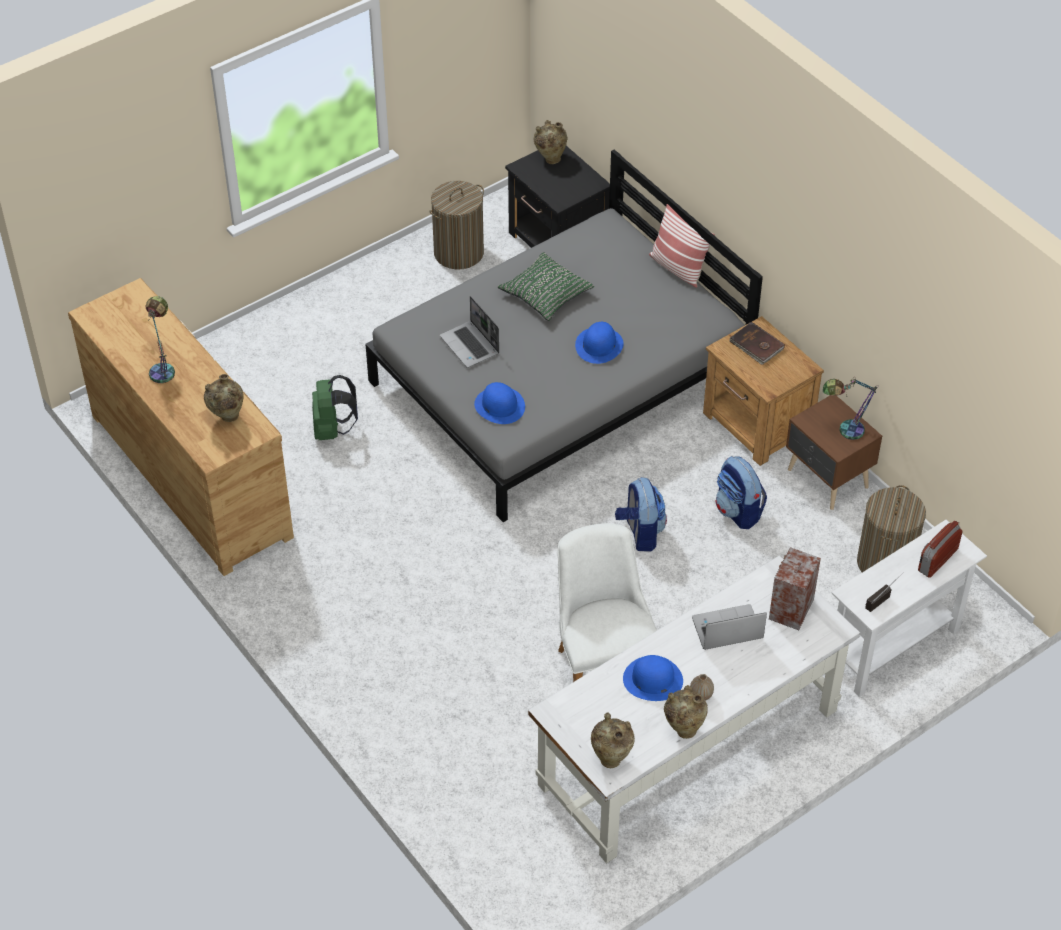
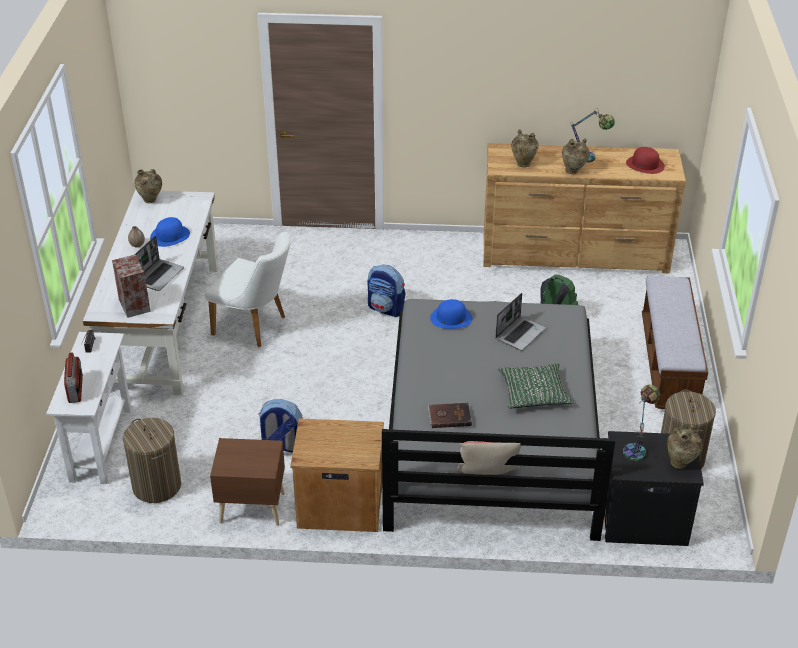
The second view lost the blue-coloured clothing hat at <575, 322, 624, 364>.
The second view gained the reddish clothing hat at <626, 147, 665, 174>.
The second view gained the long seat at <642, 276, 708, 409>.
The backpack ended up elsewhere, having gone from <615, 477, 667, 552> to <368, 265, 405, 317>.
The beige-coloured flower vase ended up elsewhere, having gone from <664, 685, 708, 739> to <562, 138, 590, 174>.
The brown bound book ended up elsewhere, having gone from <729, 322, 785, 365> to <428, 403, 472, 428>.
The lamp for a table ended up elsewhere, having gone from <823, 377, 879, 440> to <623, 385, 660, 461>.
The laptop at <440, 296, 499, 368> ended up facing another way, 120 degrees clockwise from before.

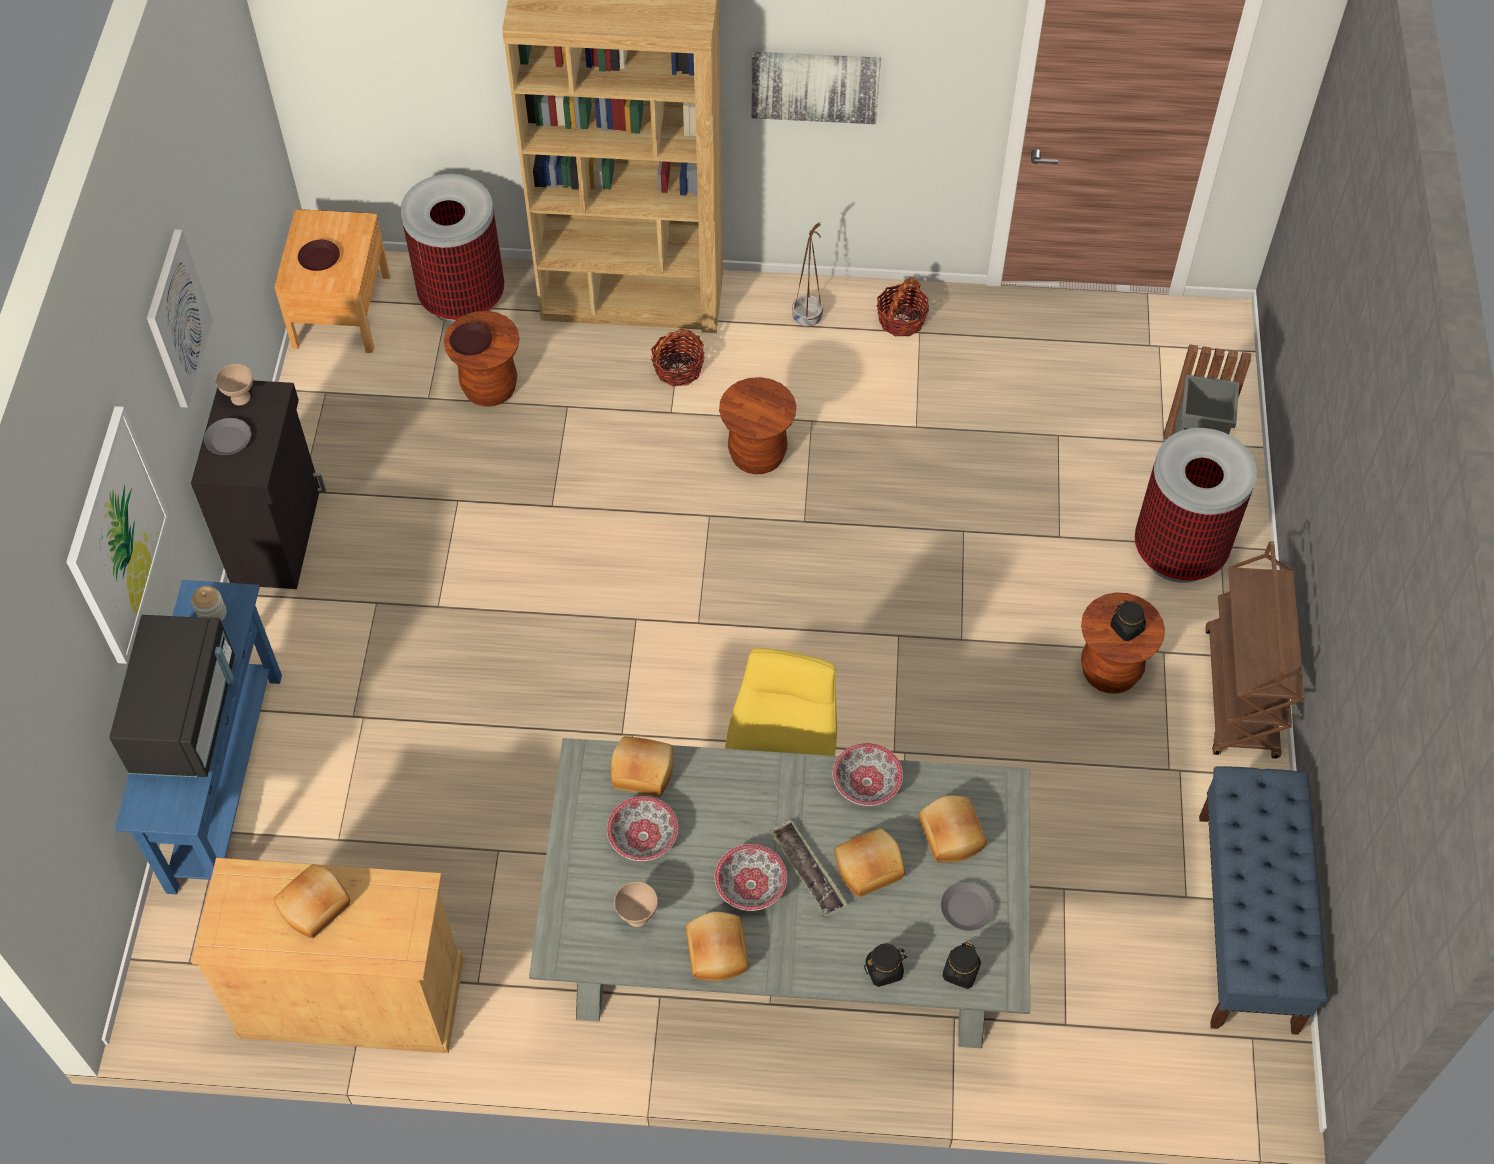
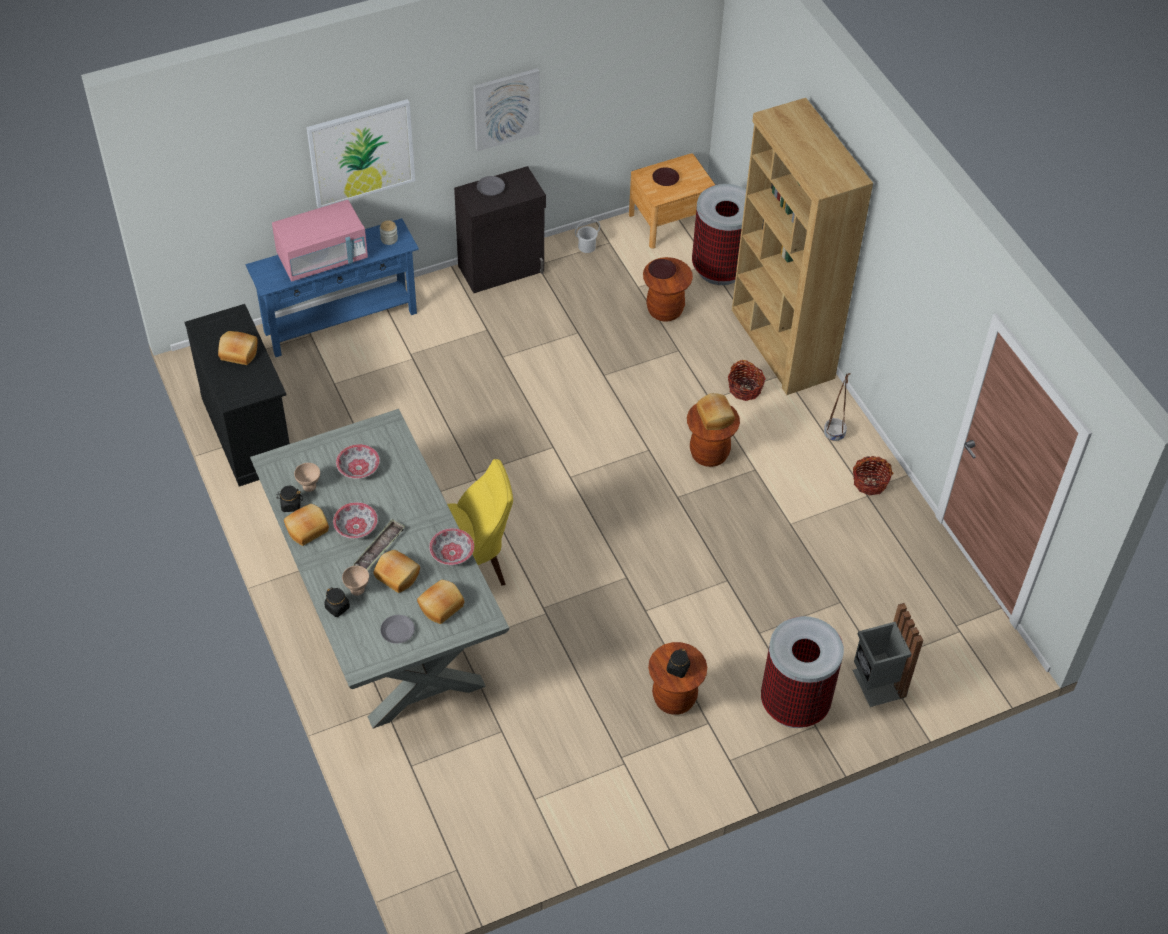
The second view lost the picture at <751, 51, 881, 124>.
The second view lost the blue-coloured long seat at <1199, 766, 1328, 1035>.
The second view lost the brown cart at <1205, 541, 1304, 759>.
The second view gained the white-coloured bucket at <575, 219, 600, 253>.
The beige-coloured bowl ended up elsewhere, having gone from <215, 364, 253, 406> to <342, 566, 369, 596>.
The bread ended up elsewhere, having gone from <611, 736, 673, 797> to <696, 393, 735, 430>.
The blackish storage jar ended up elsewhere, having gone from <942, 942, 981, 989> to <276, 485, 303, 512>.
What was the blackish kitchen microwave at <109, 615, 235, 777> turned into the pink kitchen microwave at <272, 200, 368, 281>.
What was the beige-coloured storage cabinet at <191, 858, 463, 1053> turned into the blackish storage cabinet at <185, 304, 290, 487>.

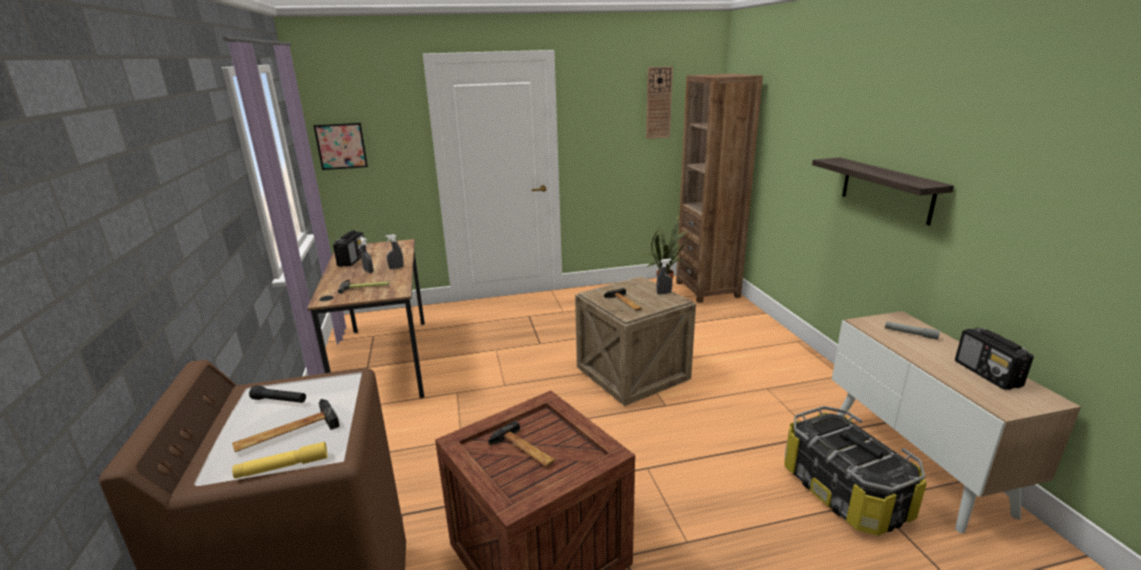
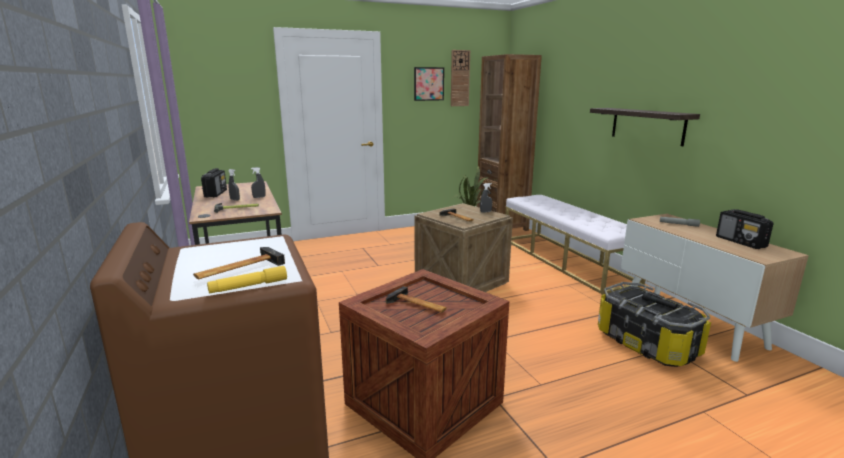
The second view lost the blackish flashlight at <249, 386, 306, 403>.
The second view gained the white-coloured long seat at <505, 195, 645, 295>.
The picture ended up elsewhere, having gone from <313, 123, 368, 170> to <414, 67, 444, 101>.

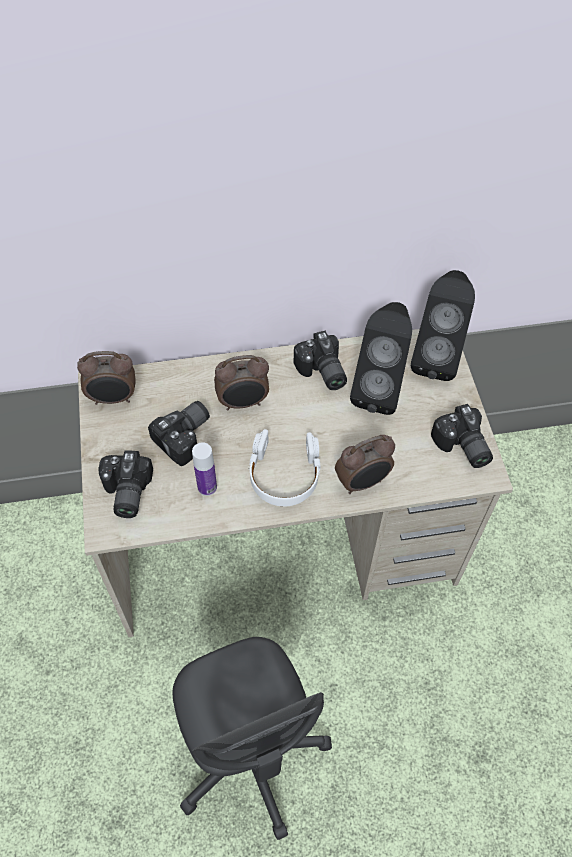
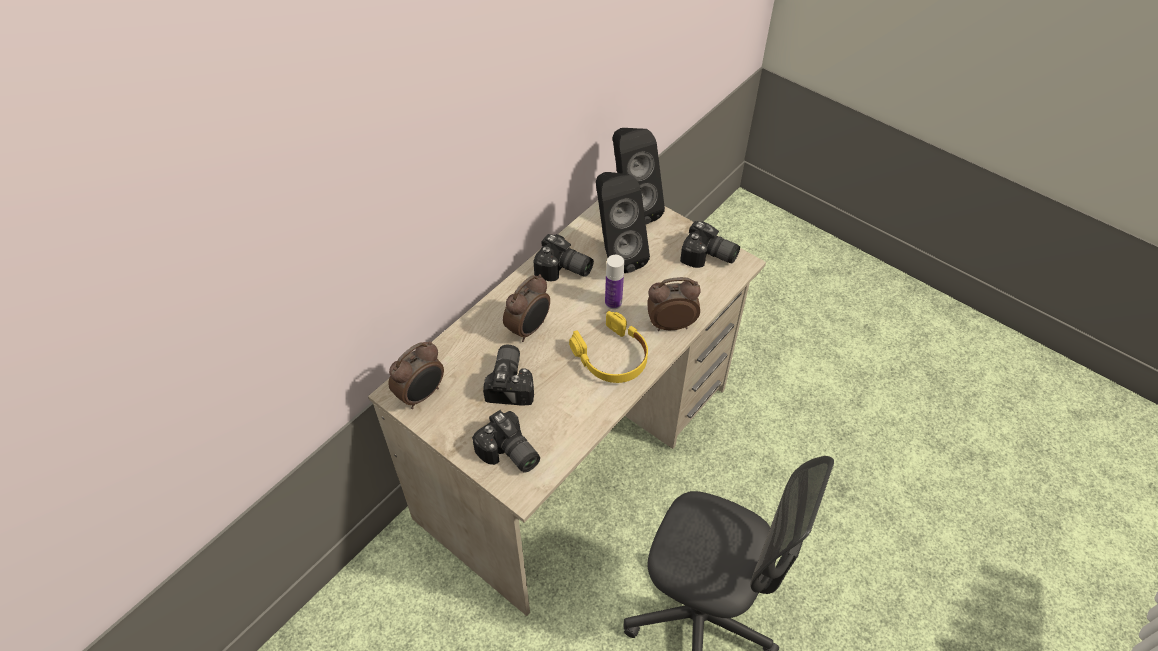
The bottle ended up elsewhere, having gone from <192, 442, 217, 496> to <605, 255, 624, 309>.
What was the white-coloured pair of headphones at <249, 429, 321, 507> turned into the yellow pair of headphones at <569, 311, 648, 383>.
The alarm clock at <335, 435, 395, 494> ended up facing another way, 120 degrees counterclockwise from before.

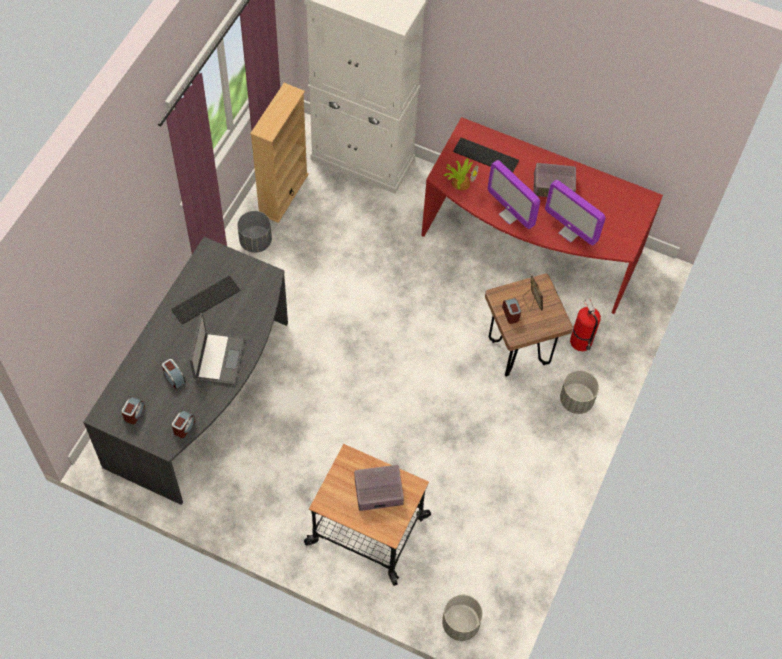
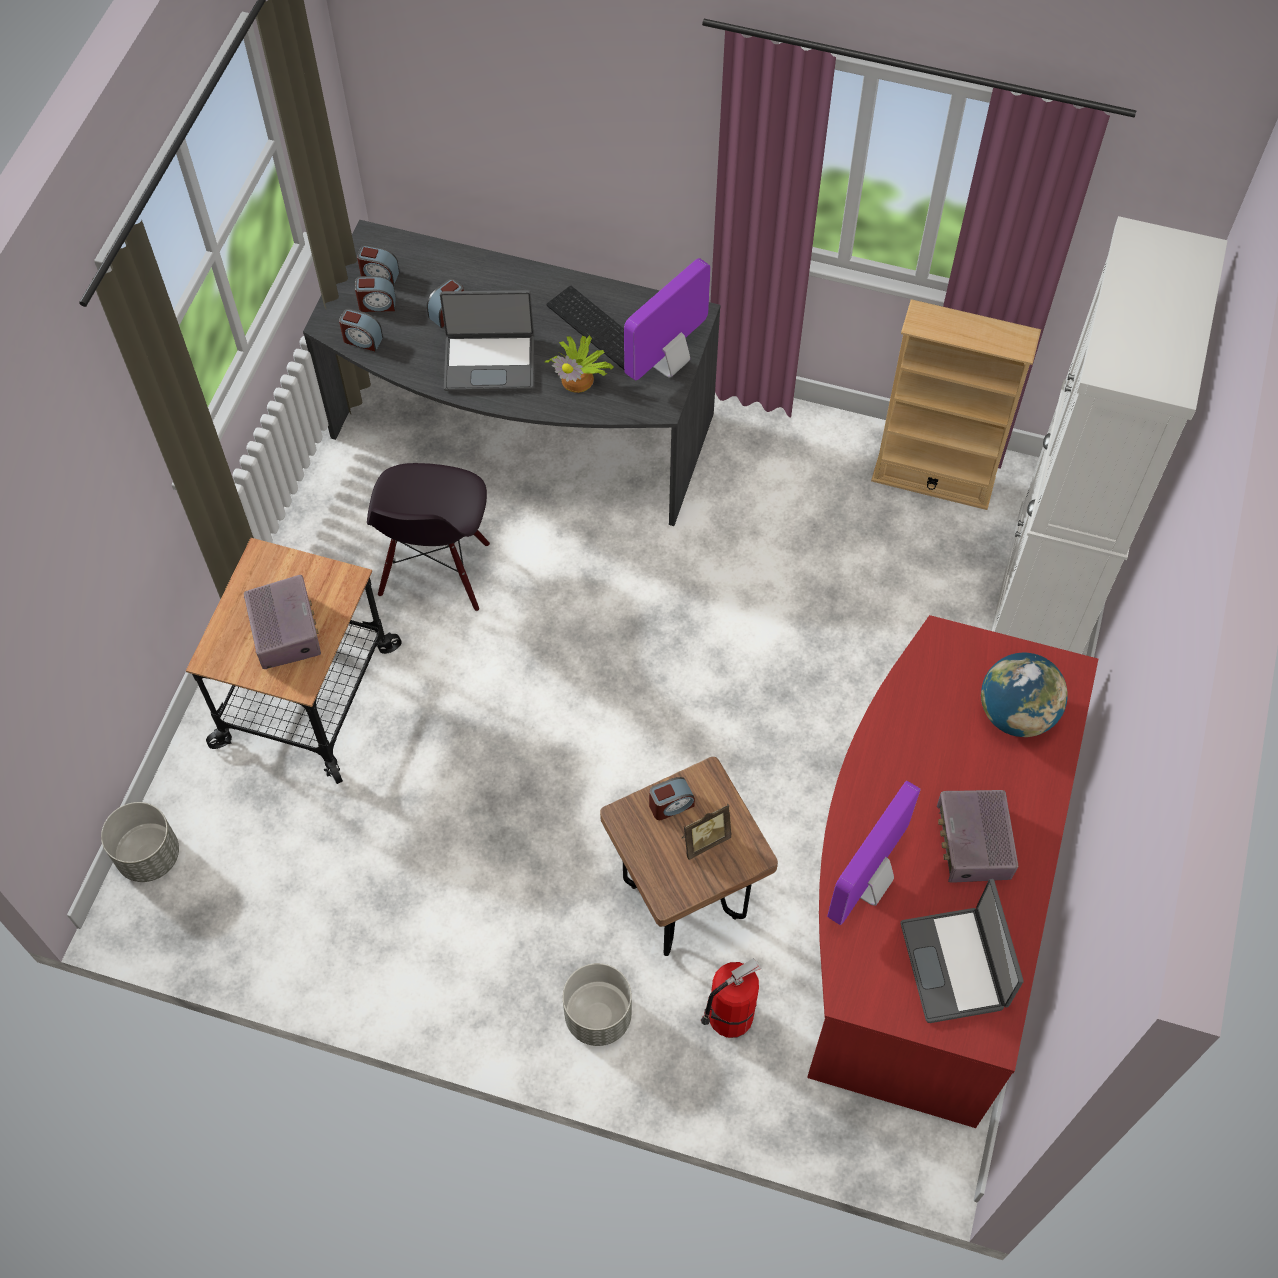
The second view lost the greyish planter at <237, 211, 272, 253>.
The second view gained the alarm clock at <355, 276, 396, 312>.
The second view gained the blackish upright chair at <367, 463, 490, 611>.
The second view gained the laptop at <900, 879, 1023, 1023>.
The plant in a pot ended up elsewhere, having gone from <444, 158, 479, 190> to <545, 335, 613, 393>.
The computer screen ended up elsewhere, having gone from <487, 160, 540, 229> to <624, 258, 711, 380>.
Where the PC keyboard stood at <453, 137, 519, 173>, the globe came to stand at <981, 653, 1068, 737>.

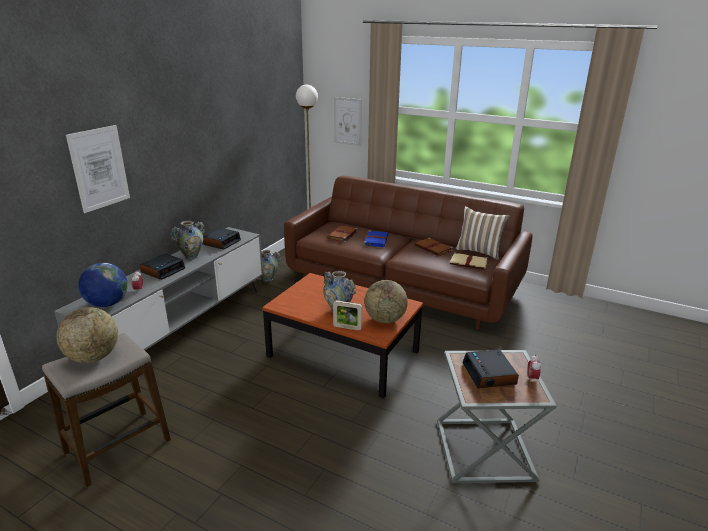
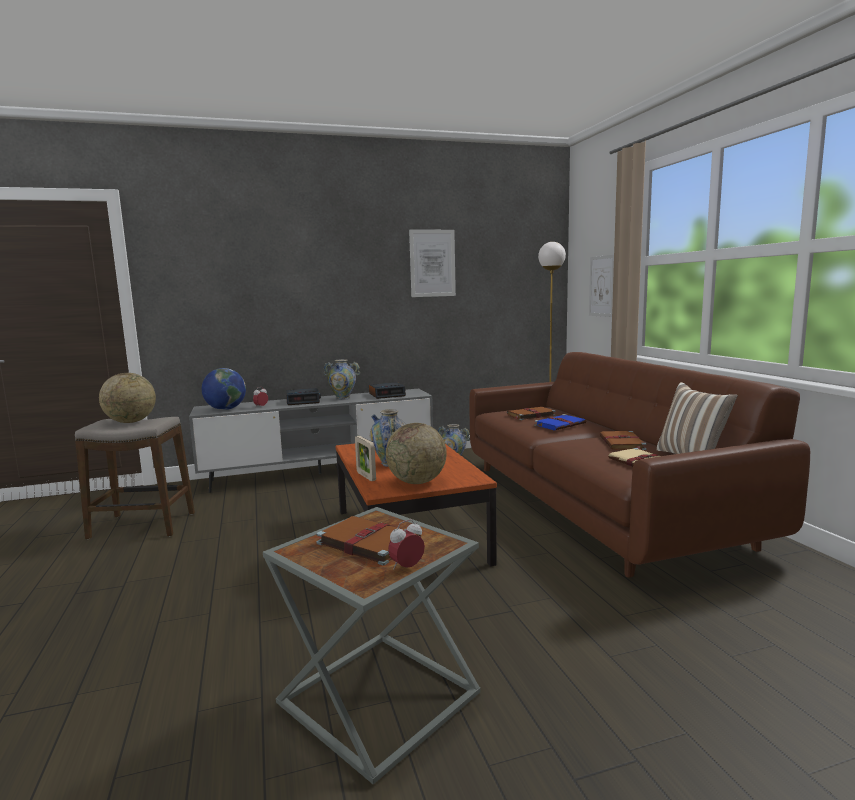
The picture ended up elsewhere, having gone from <66, 125, 130, 213> to <409, 230, 456, 297>.
Where the alarm clock stood at <462, 349, 519, 389>, the brown bound book came to stand at <316, 516, 421, 565>.

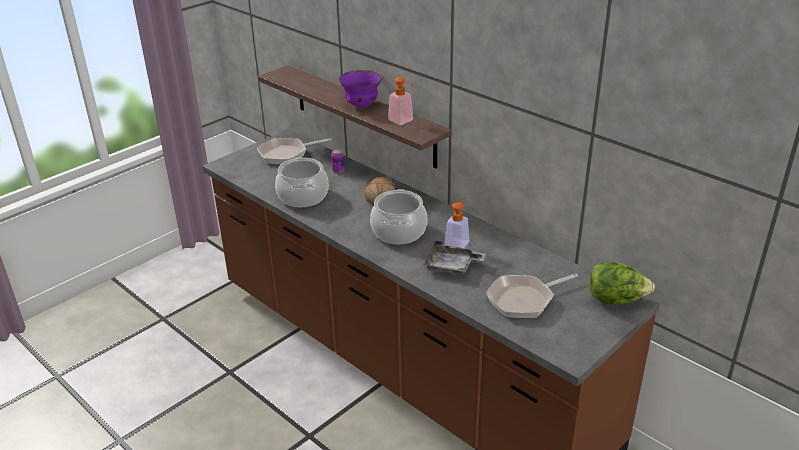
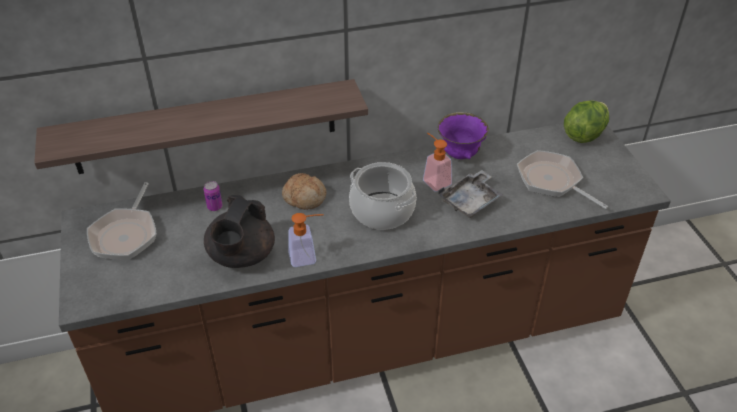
The purplish bowl ended up elsewhere, having gone from <339, 70, 384, 108> to <438, 112, 489, 159>.
The liquid soap bottle ended up elsewhere, having gone from <388, 77, 414, 125> to <288, 213, 324, 267>.
Where the cooking pot stood at <275, 158, 329, 207>, the blackish teapot came to stand at <204, 195, 275, 268>.
The pan at <486, 273, 578, 318> ended up facing another way, 135 degrees clockwise from before.

